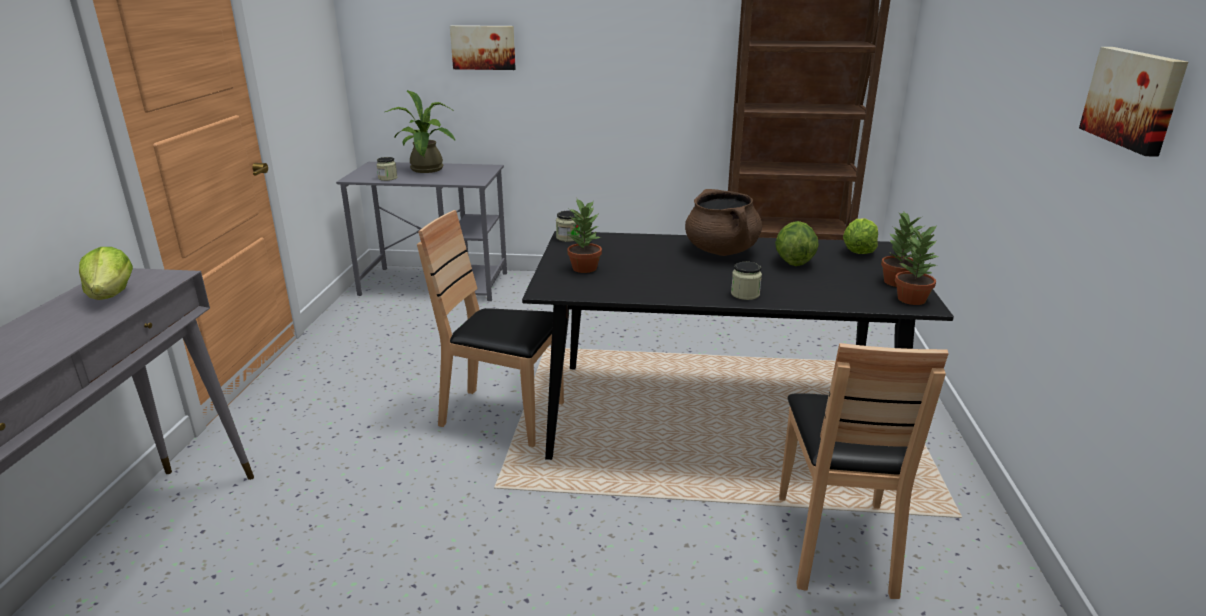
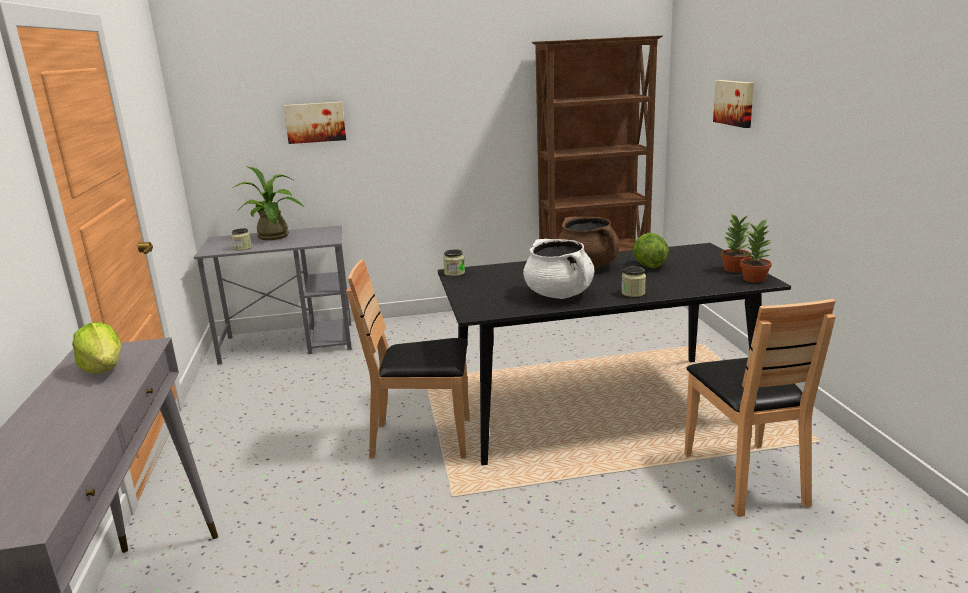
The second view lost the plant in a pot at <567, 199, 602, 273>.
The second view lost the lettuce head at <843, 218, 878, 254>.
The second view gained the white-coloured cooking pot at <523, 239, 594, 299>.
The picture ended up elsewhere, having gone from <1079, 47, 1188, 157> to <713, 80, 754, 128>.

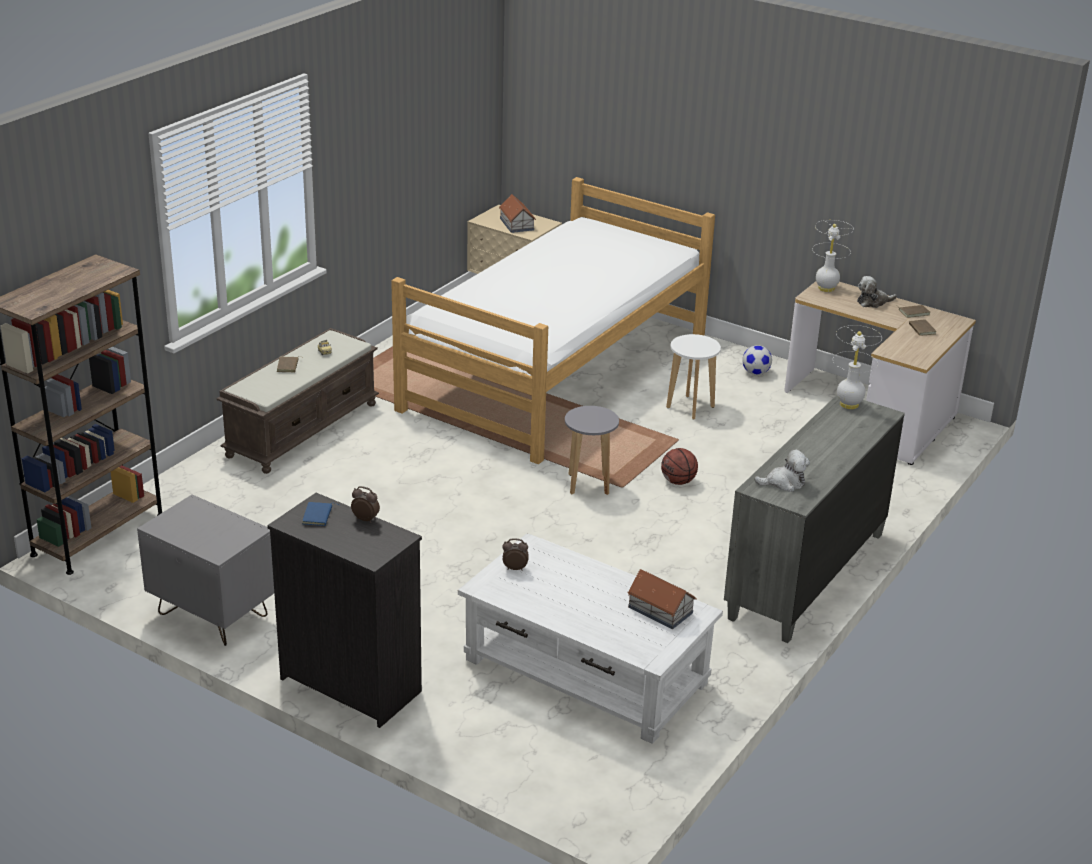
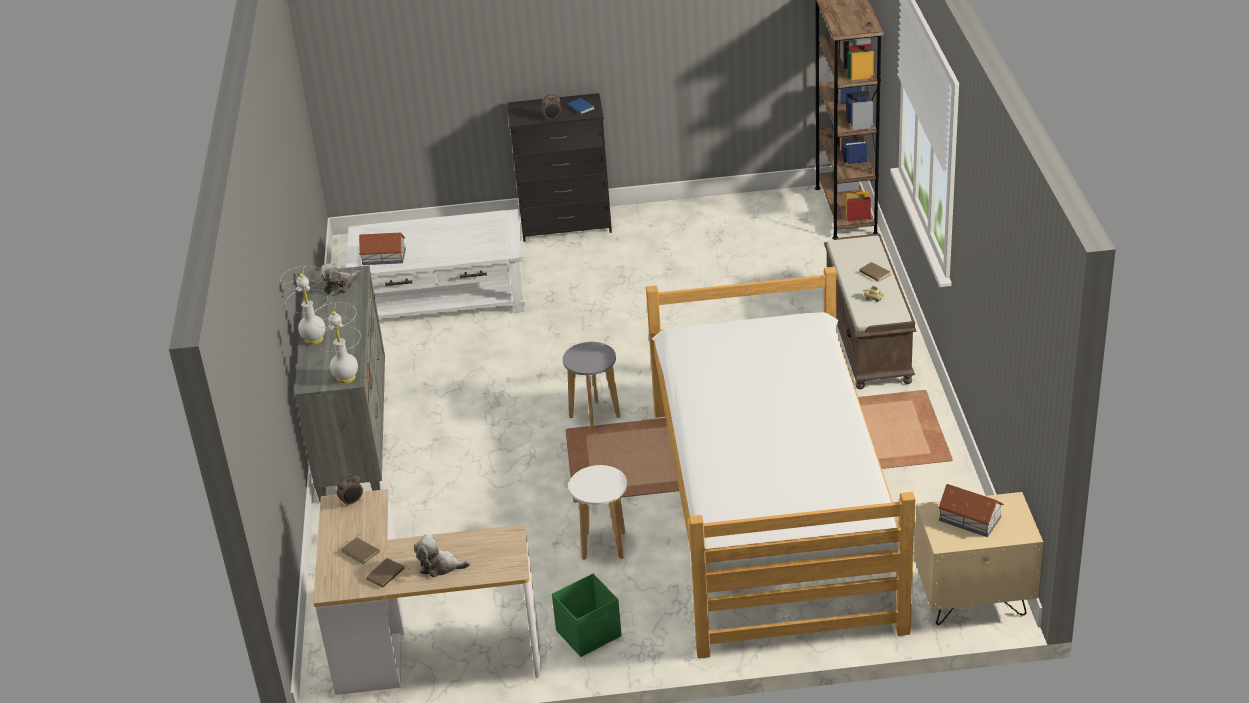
The second view lost the greyish night table at <137, 495, 274, 646>.
The second view lost the ball for basketball at <661, 448, 698, 485>.
The alarm clock ended up elsewhere, having gone from <502, 538, 529, 571> to <337, 473, 363, 507>.
The white-coloured lamp for a table ended up elsewhere, having gone from <812, 220, 854, 292> to <280, 266, 328, 345>.
Where the ball for football stood at <742, 345, 772, 375>, the green-coloured storage bin came to stand at <552, 574, 622, 657>.
The soft toy at <857, 276, 897, 308> ended up facing another way, 120 degrees counterclockwise from before.

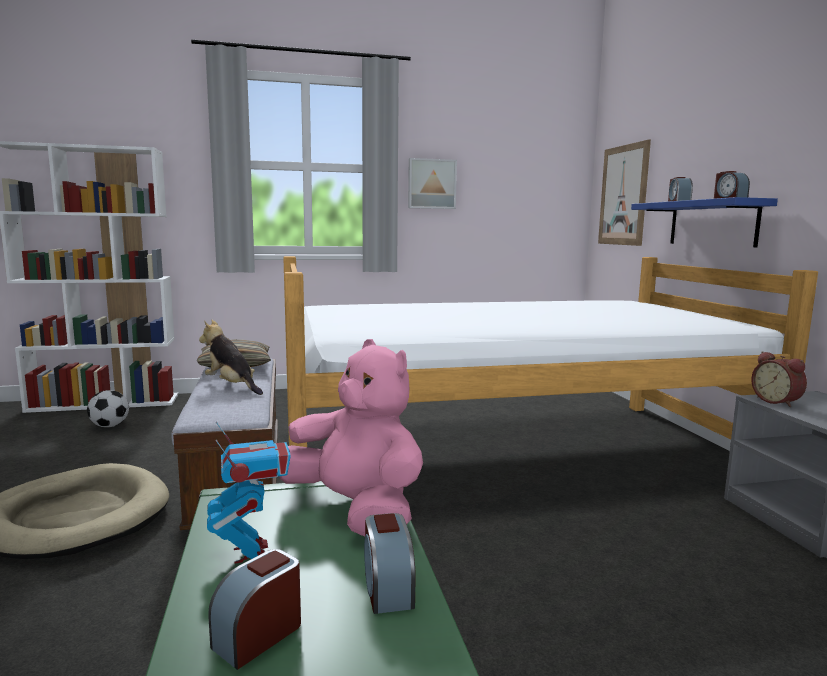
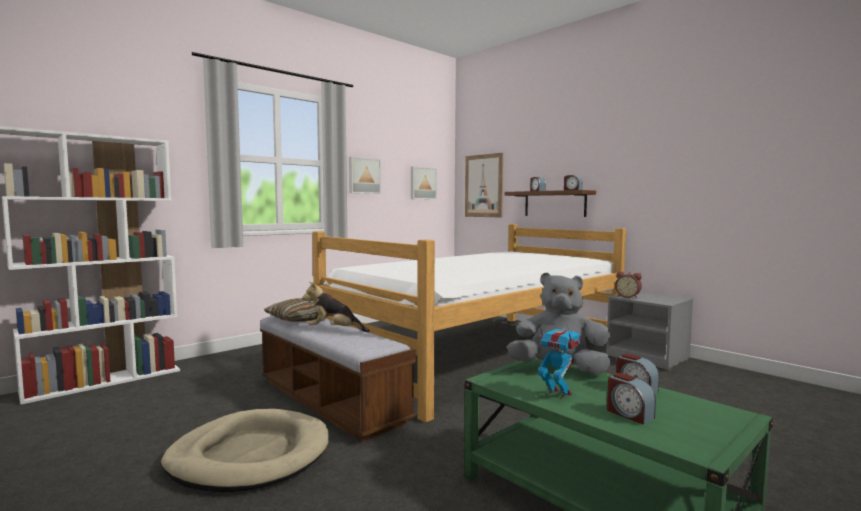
The second view lost the ball for football at <87, 390, 129, 427>.
The second view gained the picture at <411, 166, 437, 200>.
What was the pink soft toy at <279, 339, 423, 537> turned into the greyish soft toy at <507, 273, 611, 375>.
What was the blue-coloured wall shelf at <631, 197, 778, 247> turned into the brown wall shelf at <504, 190, 596, 217>.
The alarm clock at <208, 549, 301, 670> ended up facing another way, 45 degrees counterclockwise from before.

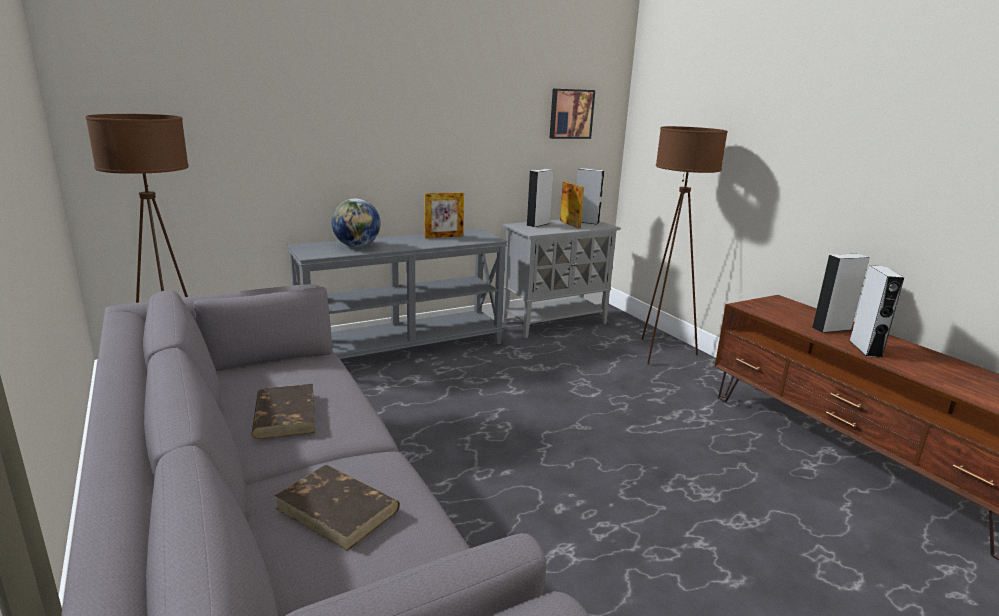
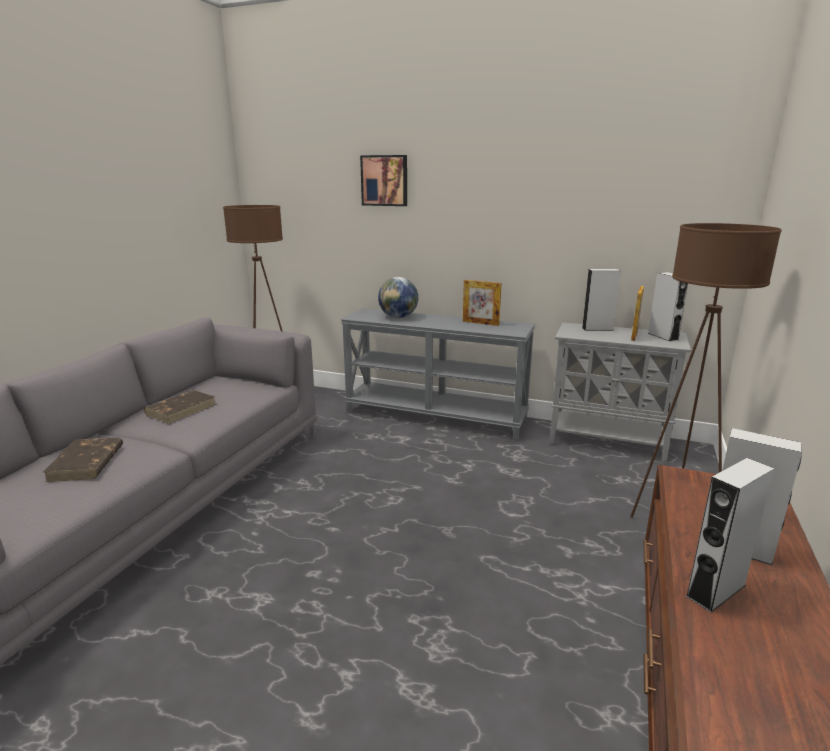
The picture ended up elsewhere, having gone from <550, 89, 595, 139> to <360, 155, 407, 206>.

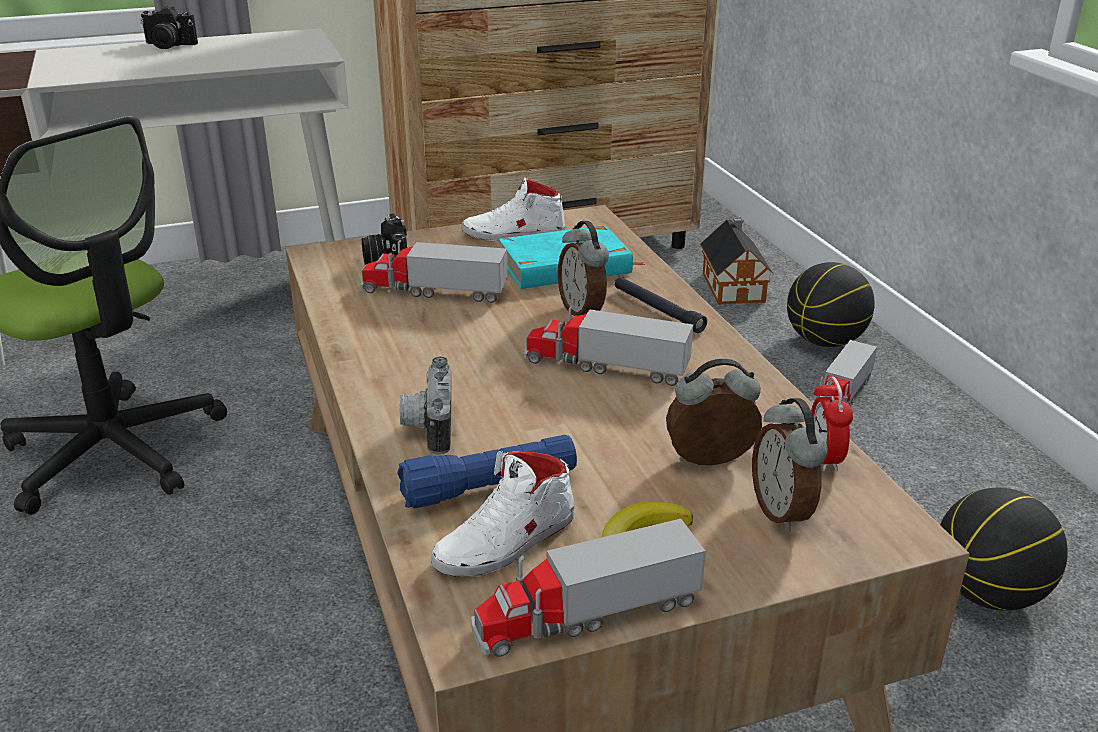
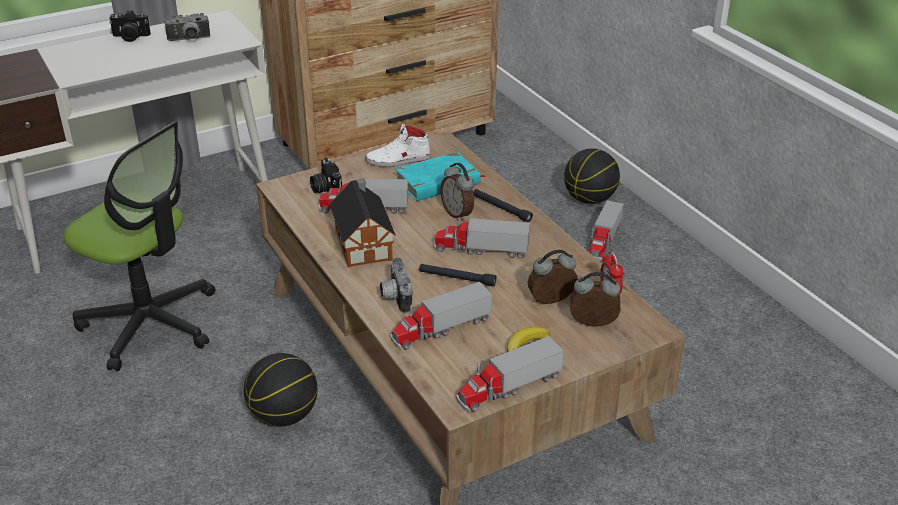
The second view lost the white-coloured item of footwear at <432, 451, 574, 576>.
The second view gained the still camera at <164, 13, 210, 41>.
The second view gained the blackish flashlight at <419, 264, 496, 287>.
The miniature house ended up elsewhere, having gone from <700, 217, 773, 305> to <330, 178, 396, 268>.
The ball for basketball ended up elsewhere, having gone from <940, 488, 1068, 611> to <244, 353, 318, 427>.
Where the blue-coloured flashlight stood at <397, 435, 577, 508>, the toy truck came to stand at <390, 282, 492, 349>.
The alarm clock at <752, 398, 828, 532> ended up facing another way, 120 degrees clockwise from before.

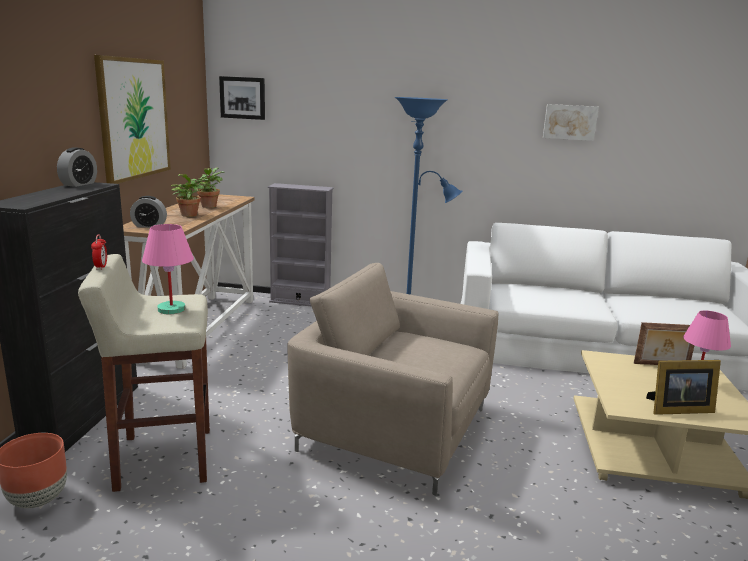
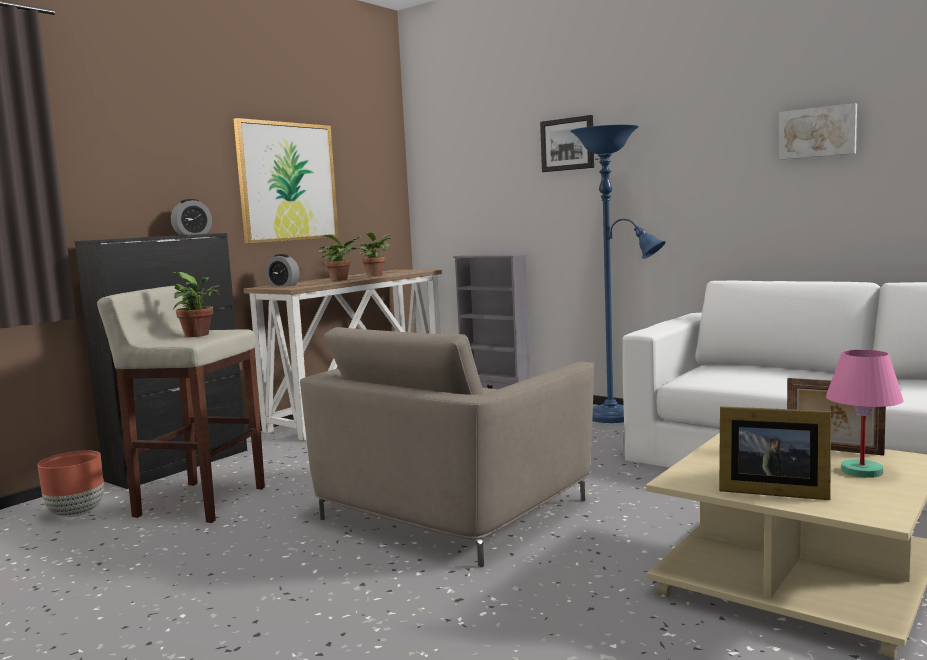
The second view lost the alarm clock at <91, 234, 107, 270>.
The picture ended up elsewhere, having gone from <219, 76, 265, 120> to <540, 115, 594, 172>.
Where the pink lamp for a table stood at <142, 224, 194, 314>, the plant in a pot came to stand at <170, 272, 220, 337>.
The beige-coloured lounge chair at <288, 263, 498, 496> ended up facing another way, 105 degrees counterclockwise from before.

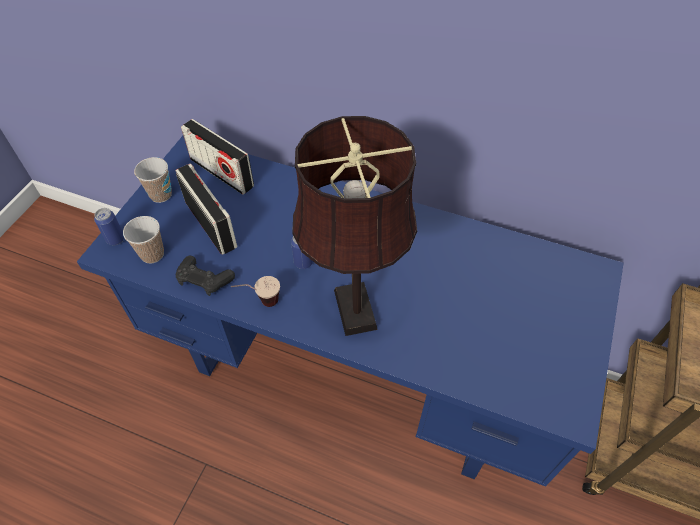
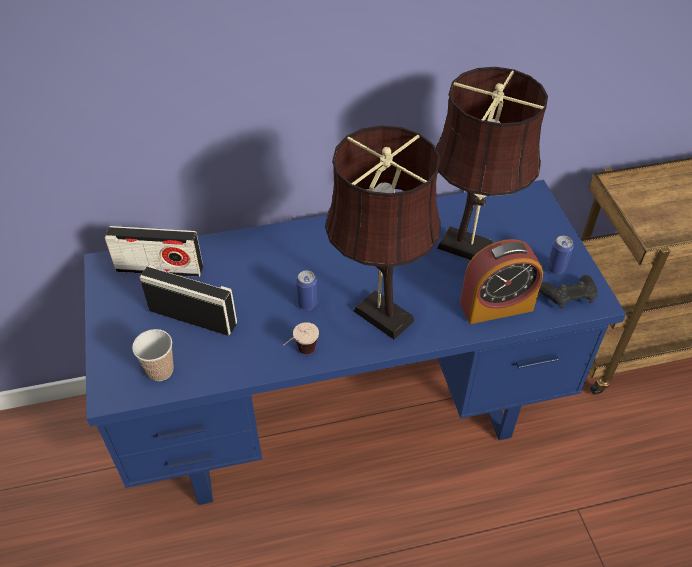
The second view lost the drinking cup at <134, 157, 172, 203>.
The second view gained the brown lamp for a table at <436, 67, 548, 260>.
The second view gained the alarm clock at <460, 239, 543, 324>.
The sealed can ended up elsewhere, having gone from <94, 208, 124, 245> to <547, 236, 573, 274>.
The blackish game controller ended up elsewhere, having gone from <176, 256, 235, 296> to <539, 275, 598, 309>.

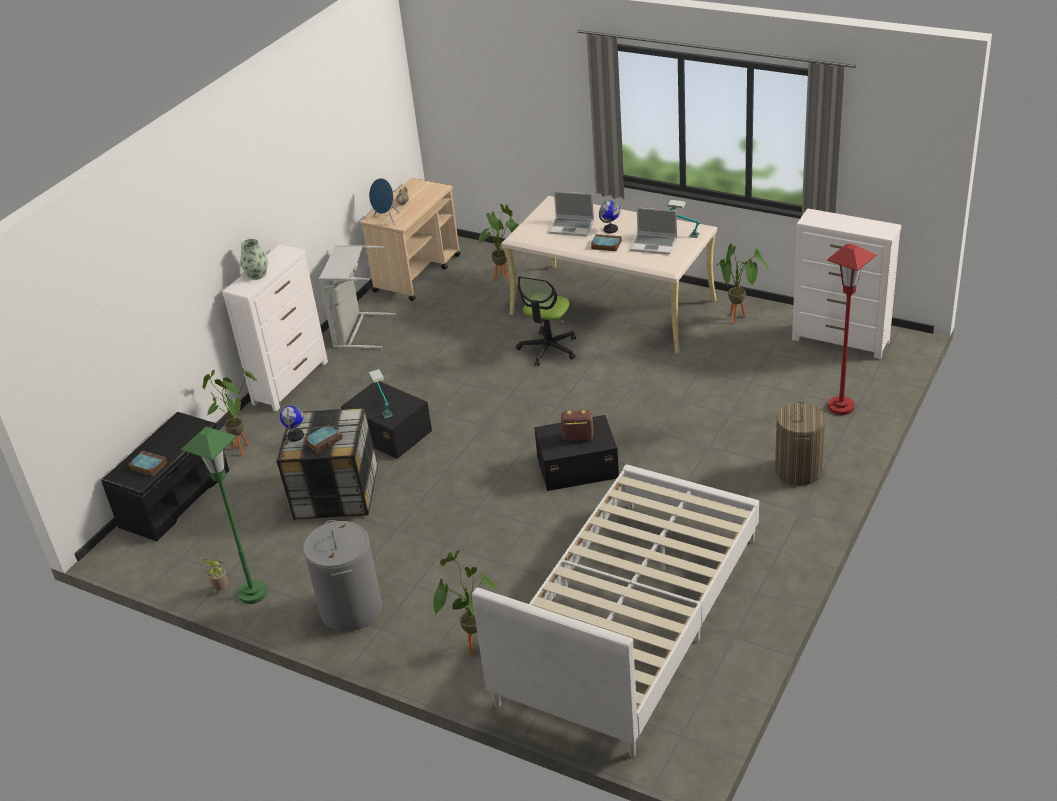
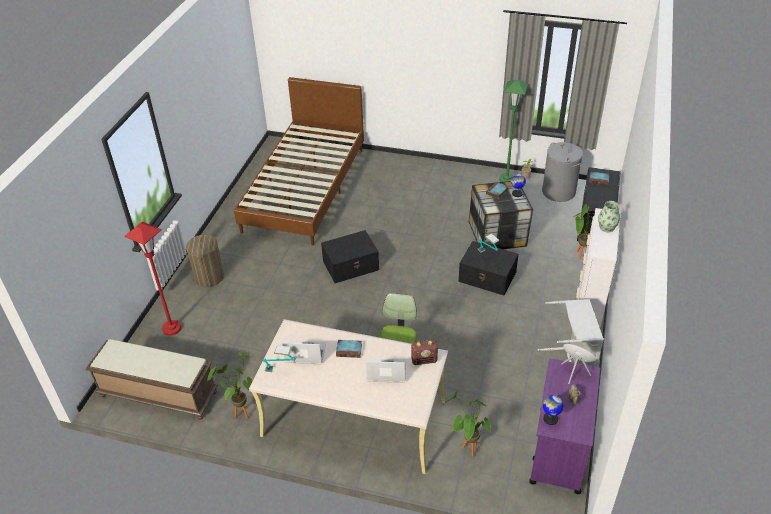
The second view lost the plant in a pot at <433, 550, 498, 655>.
The greyish washing basket ended up elsewhere, having gone from <303, 520, 382, 632> to <542, 142, 583, 202>.
The radio receiver ended up elsewhere, having gone from <561, 410, 594, 441> to <411, 340, 438, 365>.
The globe ended up elsewhere, having gone from <599, 201, 620, 233> to <543, 395, 563, 425>.
Where the white-coloured dresser stood at <792, 208, 901, 359>, the brown long seat came to stand at <85, 339, 218, 419>.
What was the beige-coloured cart at <361, 178, 461, 301> turned into the purplish cart at <529, 358, 600, 494>.
What was the white-coloured sleeping bed at <472, 464, 759, 757> turned into the brown sleeping bed at <234, 77, 364, 246>.

